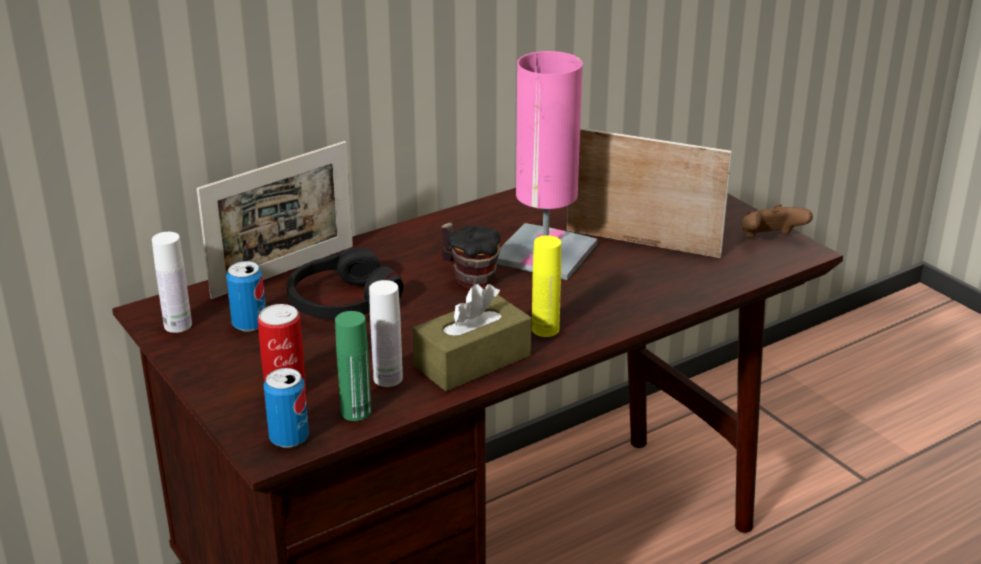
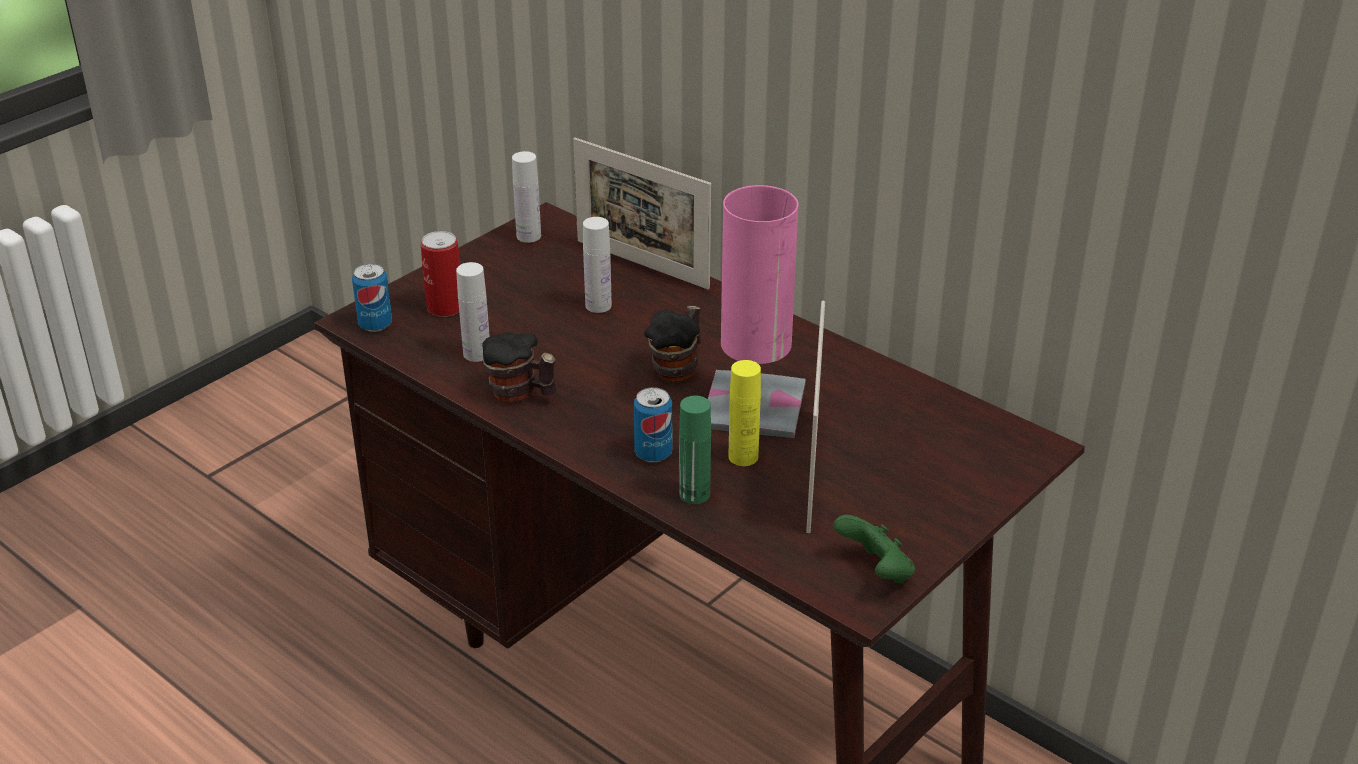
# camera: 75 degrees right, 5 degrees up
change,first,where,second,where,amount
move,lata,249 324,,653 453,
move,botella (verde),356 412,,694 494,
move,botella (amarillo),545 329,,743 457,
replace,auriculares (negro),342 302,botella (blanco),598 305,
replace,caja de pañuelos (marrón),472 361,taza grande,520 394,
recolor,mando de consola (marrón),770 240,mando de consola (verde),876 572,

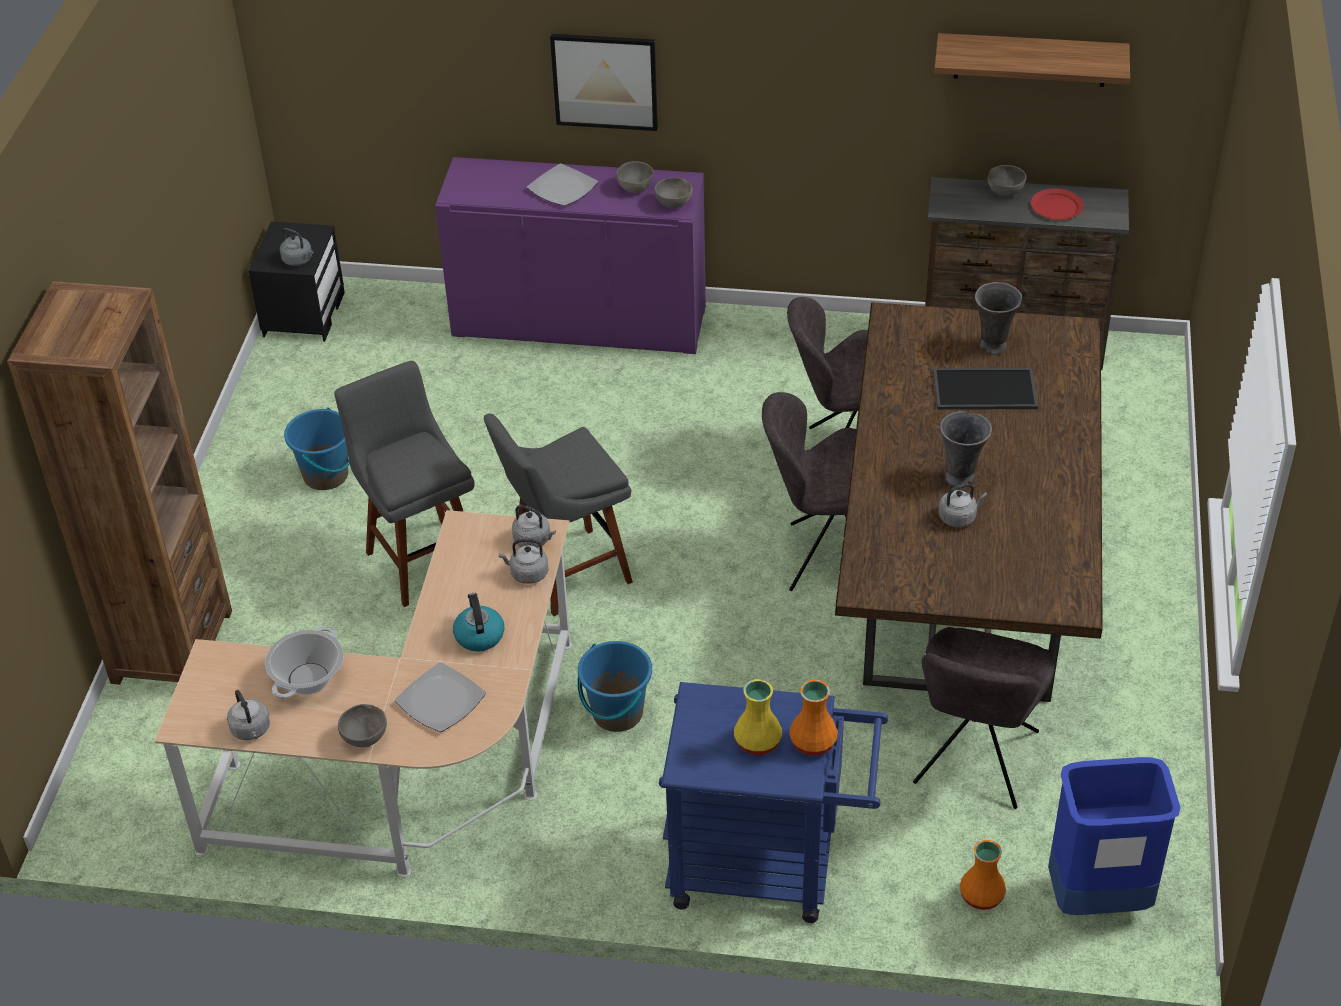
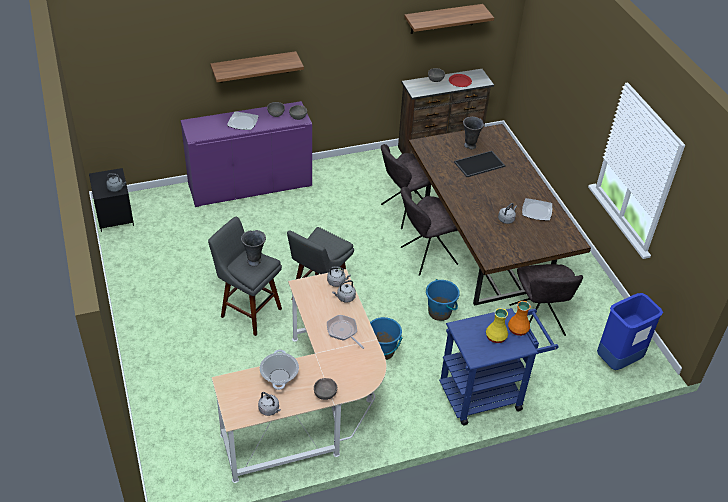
# camera: 30 degrees left, 0 degrees up
change,first,where,second,where,amount
delete,estantería (marrón),171 646,,,
delete,florero (naranja),980 895,,,
move,cubo (azul),326 475,,440 312,
move,plato,440 700,,536 211,
move,florero (gris),961 478,,255 261,
replace,hervidor,479 635,sartén,343 331,
replace,cuadro,605 81,estante,254 67,

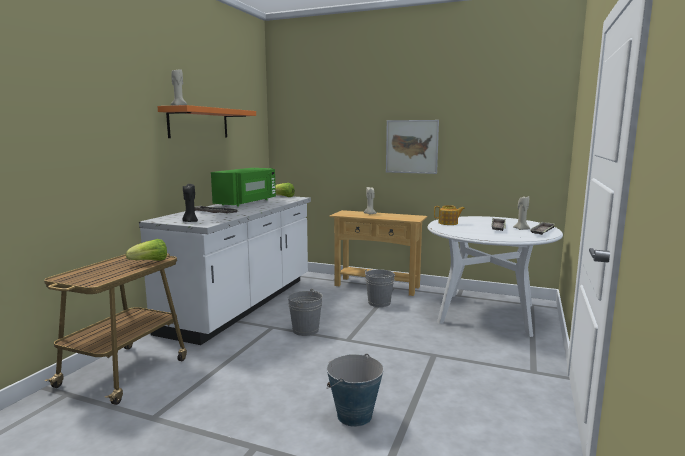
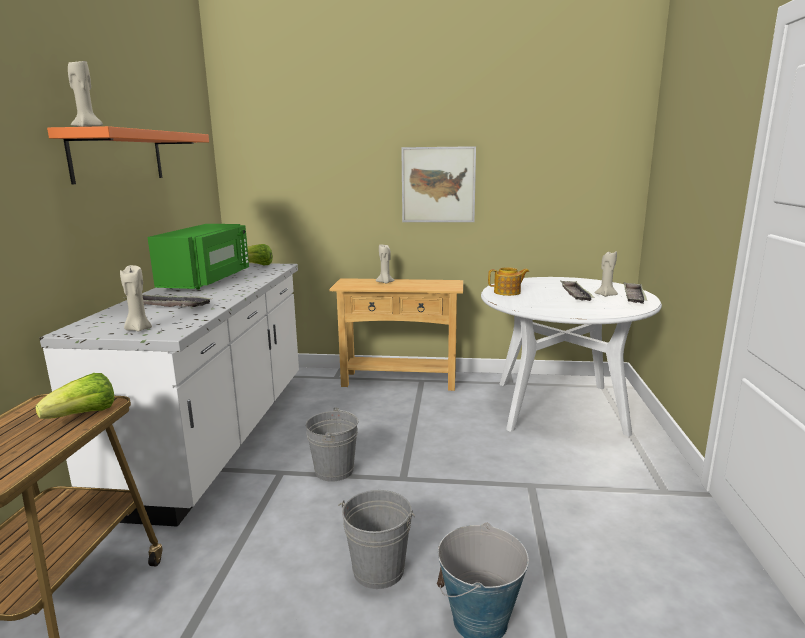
# camera: 15 degrees left, 5 degrees up
change,first,where,second,where,amount
move,cubo (gris),379 303,,378 570,
recolor,vela (negro),190 221,vela (beis),138 329,

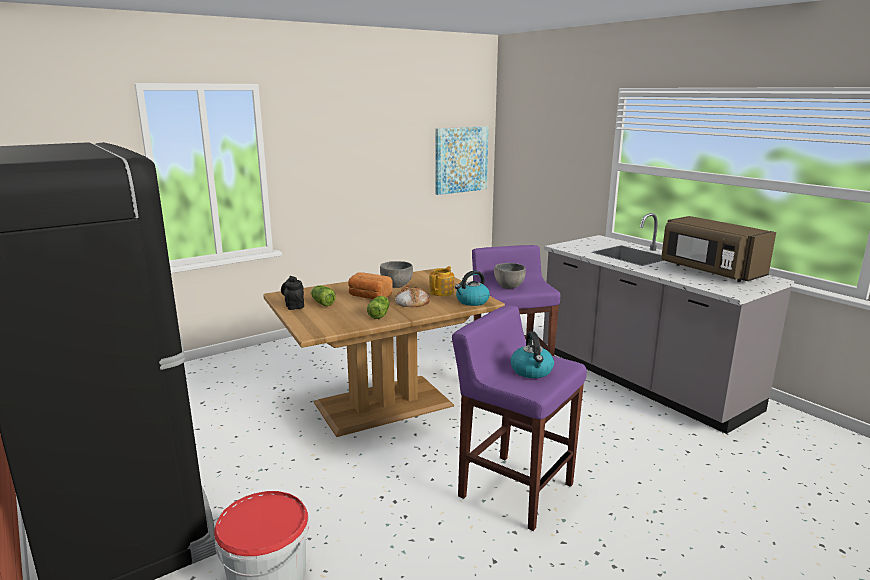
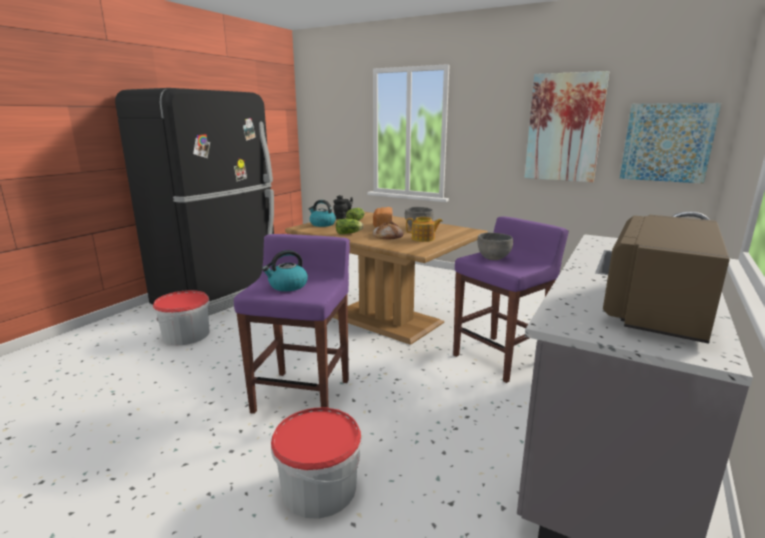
# camera: 65 degrees right, 0 degrees up
change,first,where,second,where,amount
insert,,,cubo,319 488,
insert,,,cuadro,564 128,
move,hervidor,472 301,,322 224,

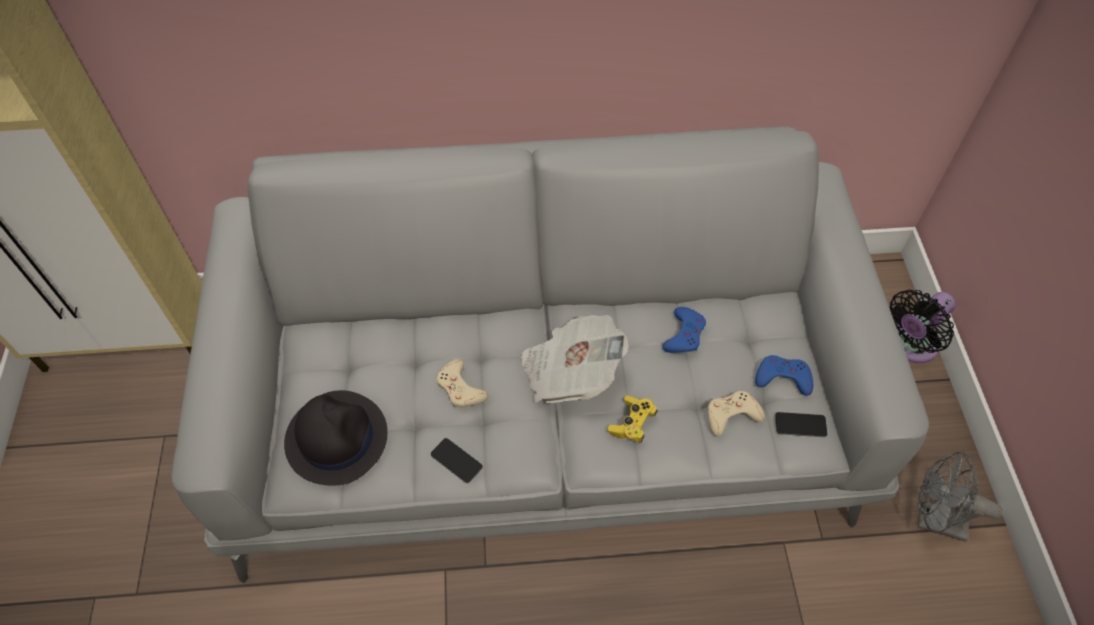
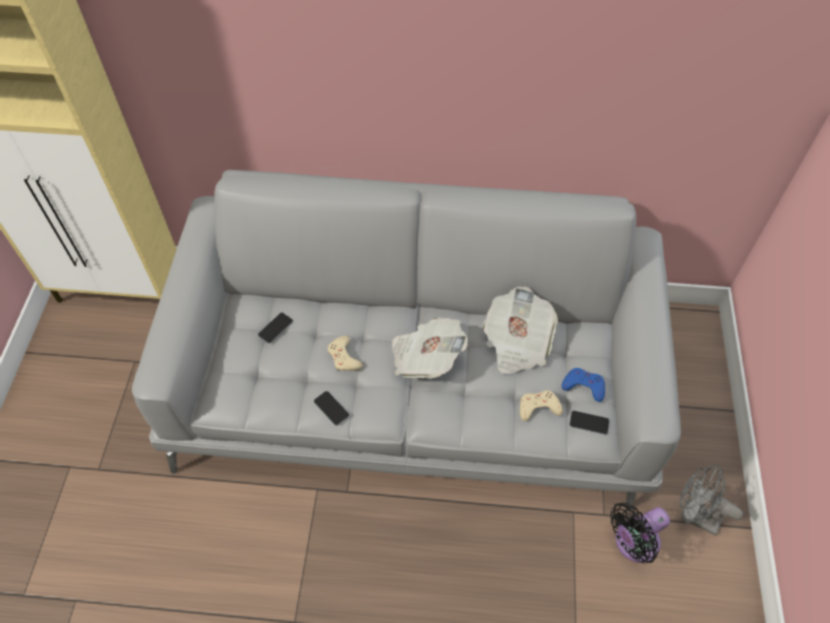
# camera: 10 degrees right, 0 degrees up
change,first,where,second,where,amount
delete,sombrero (negro),336 437,,,
delete,mando de consola (amarillo),632 423,,,
insert,,,móvil,275 328,
move,ventilador (negro),909 345,,632 543,
replace,mando de consola (azul),684 334,periódico,516 343,

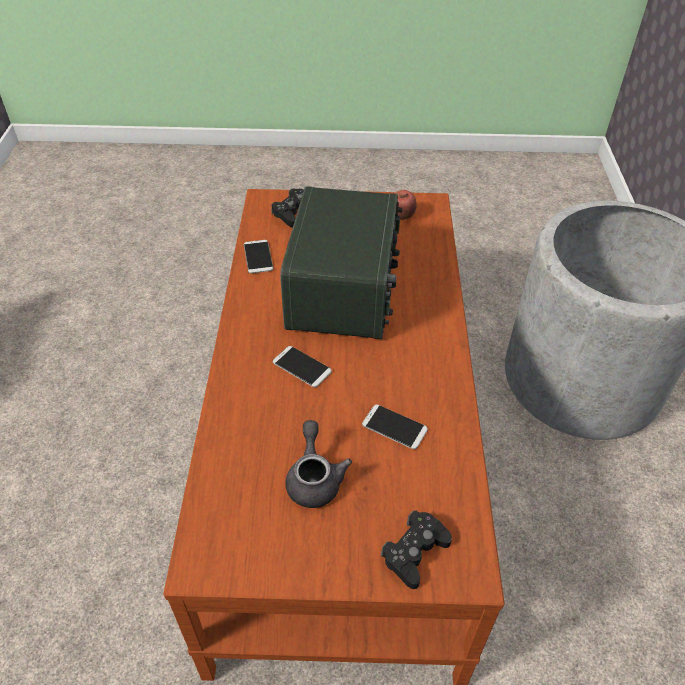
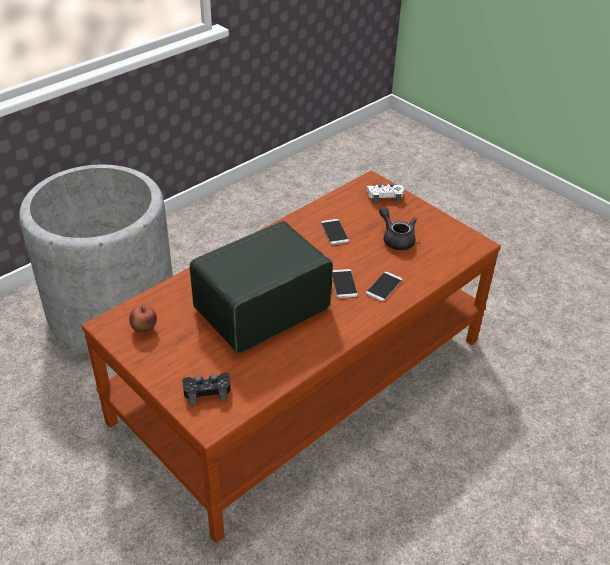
# camera: 135 degrees left, 5 degrees down
change,first,where,second,where,amount
move,móvil,258 257,,384 287,
recolor,mando de consola (negro),414 552,mando de consola (blanco),384 196,
rotate,tetera (gris),314 478,,396 239,105 degrees clockwise

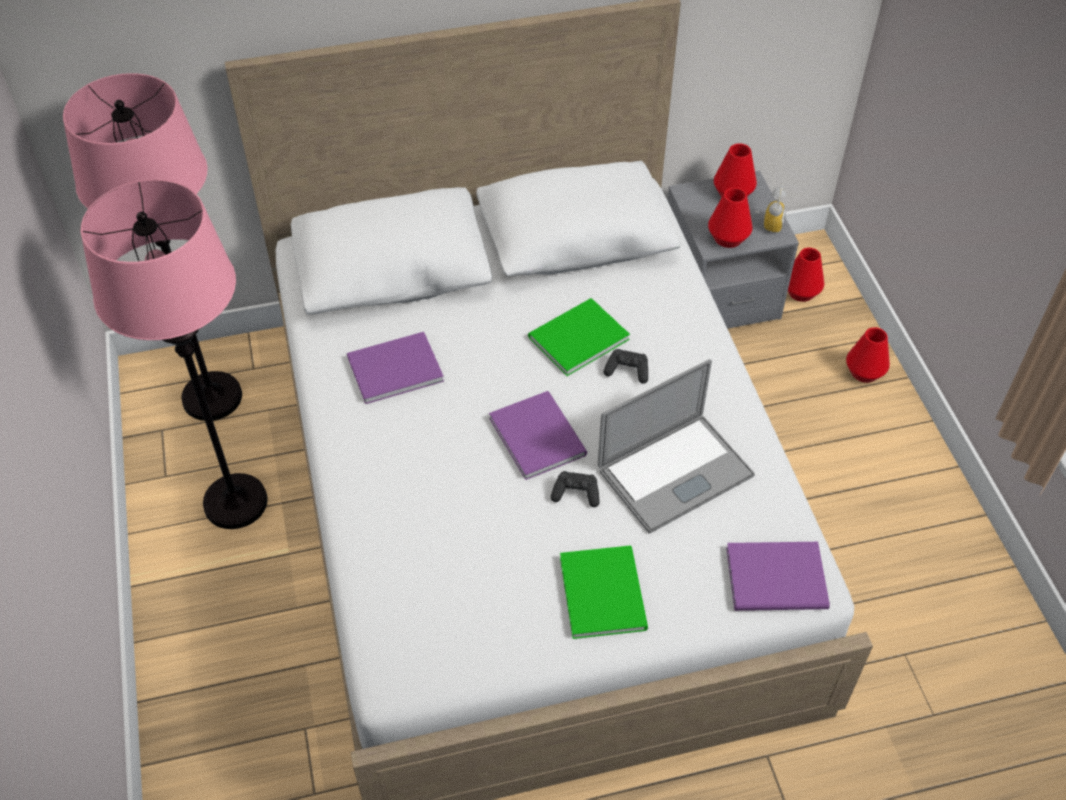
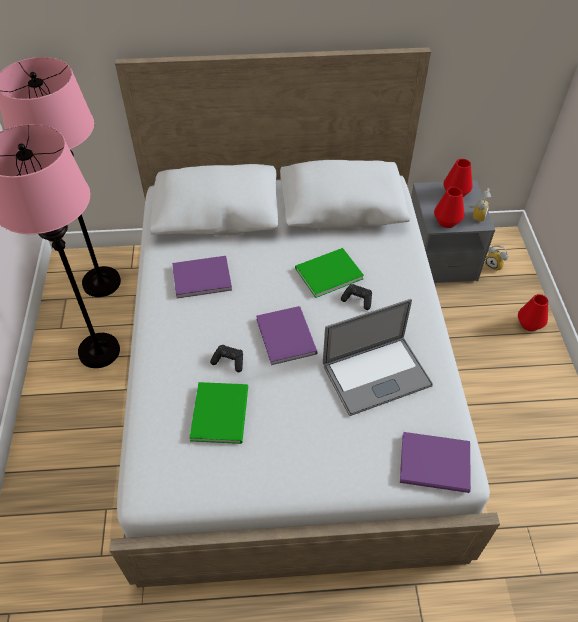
# camera: 10 degrees right, 0 degrees up
change,first,where,second,where,amount
move,mando de consola (negro),576 493,,229 361,
move,libro (verde),604 590,,222 412,
replace,florero (rojo),801 292,despertador,494 265,

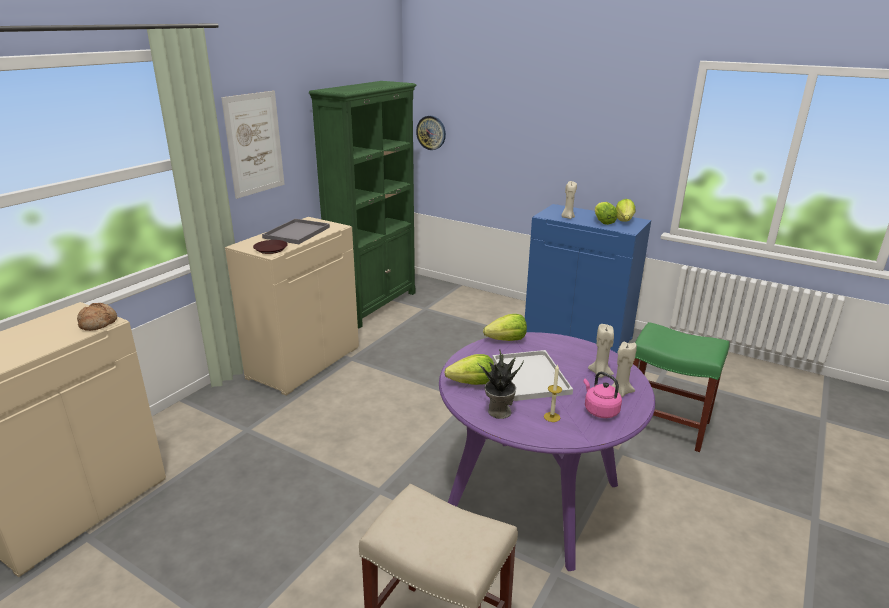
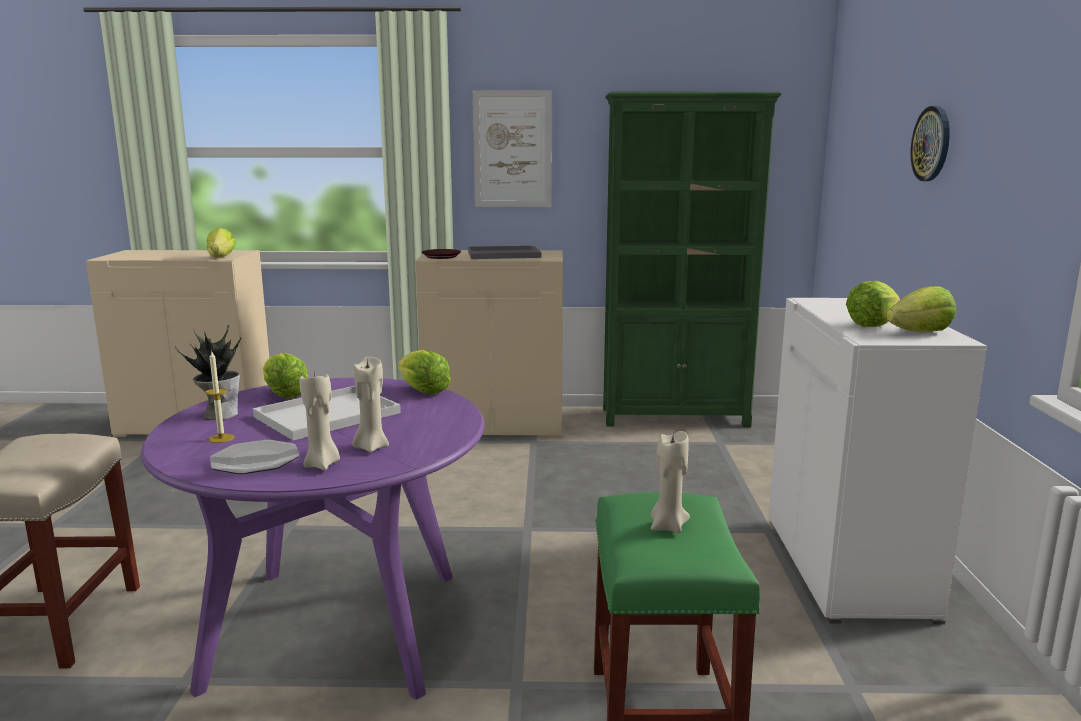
# camera: 60 degrees right, 10 degrees down
change,first,where,second,where,amount
move,reloj de pared,431 132,,932 143,
move,vela (beis),567 217,,667 526,
replace,pan,98 323,lechuga,221 257,
replace,hervidor (rosa),599 410,plato,255 460,
recolor,armario (azul),578 335,armario (blanco),849 567,

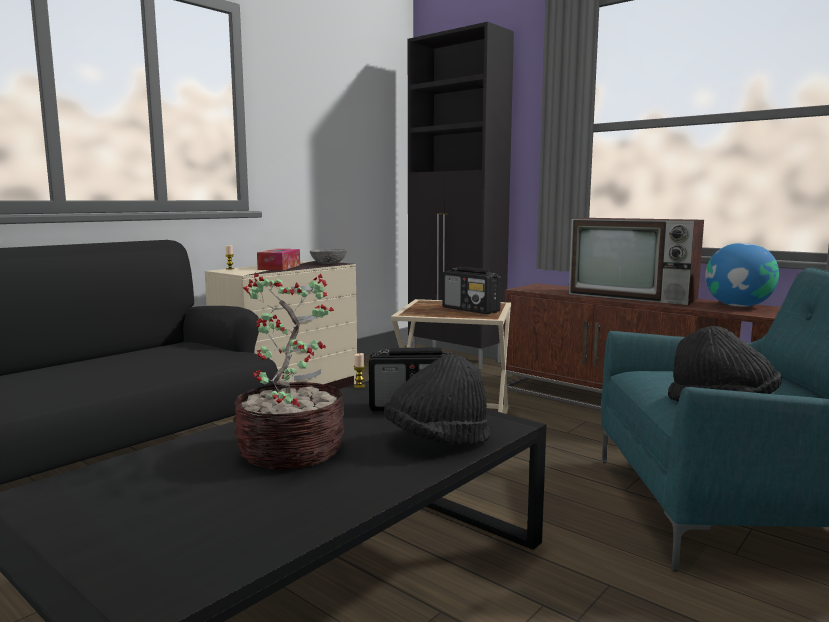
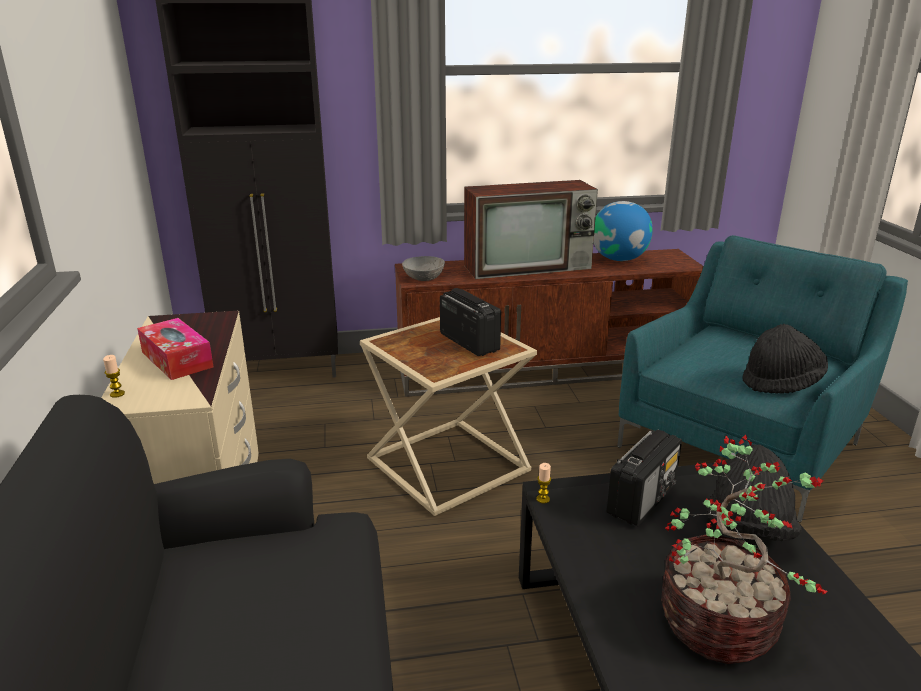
# camera: 50 degrees left, 15 degrees up
change,first,where,second,where,amount
move,cuenco (gris),329 263,,424 277,
rotate,radio,471 310,,469 342,120 degrees counterclockwise

